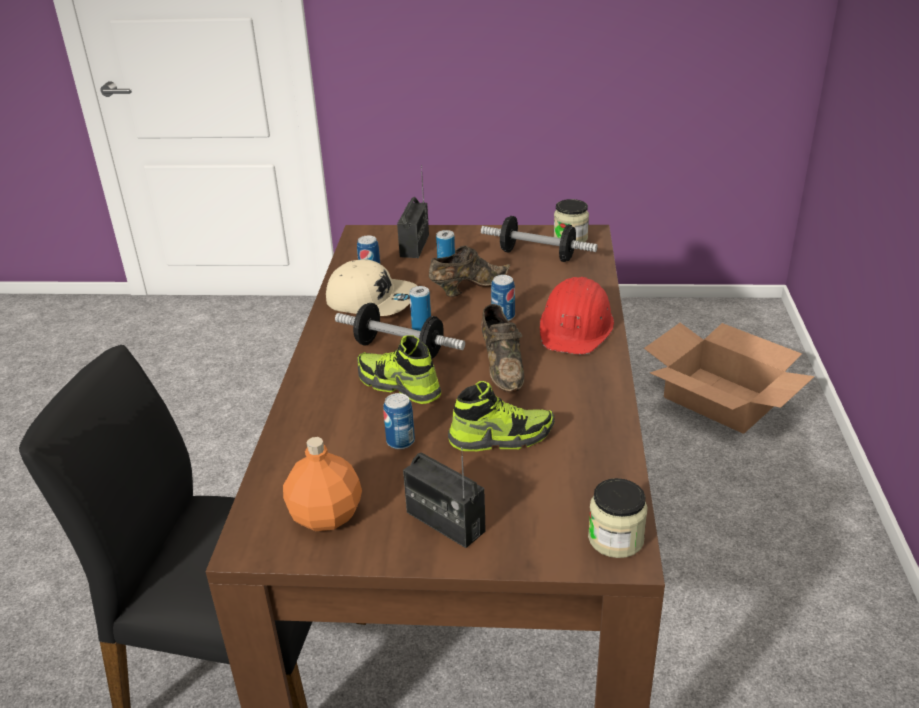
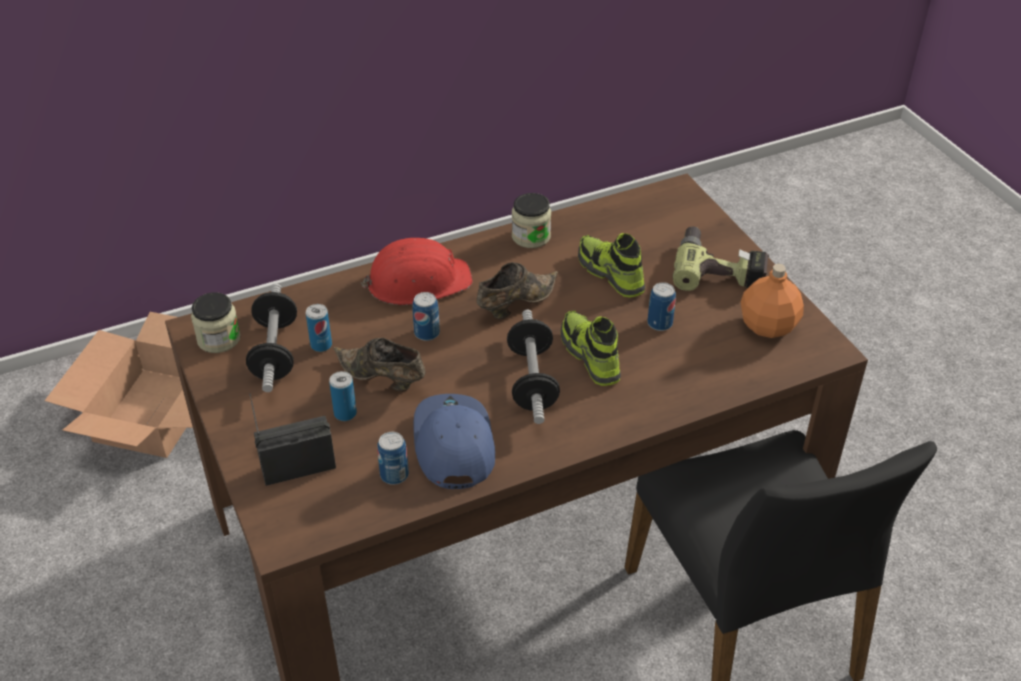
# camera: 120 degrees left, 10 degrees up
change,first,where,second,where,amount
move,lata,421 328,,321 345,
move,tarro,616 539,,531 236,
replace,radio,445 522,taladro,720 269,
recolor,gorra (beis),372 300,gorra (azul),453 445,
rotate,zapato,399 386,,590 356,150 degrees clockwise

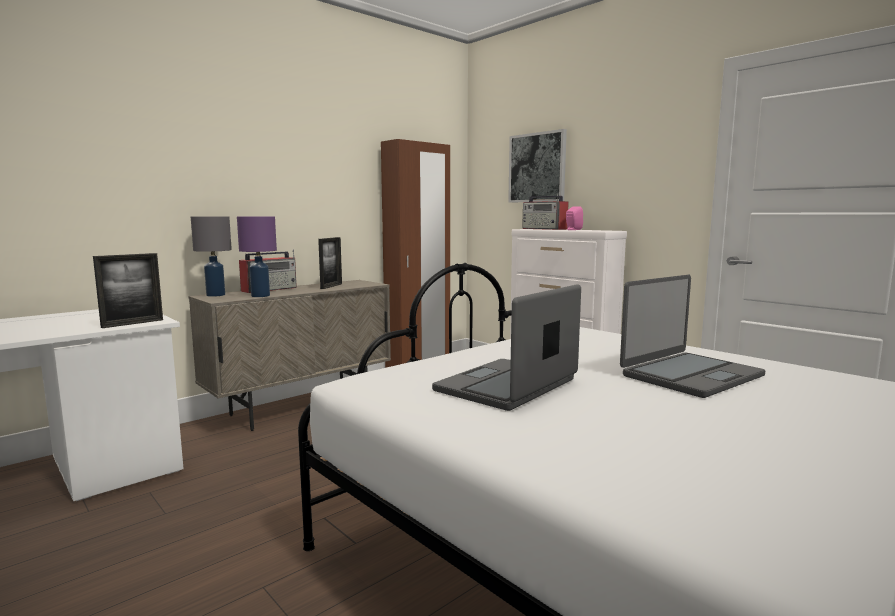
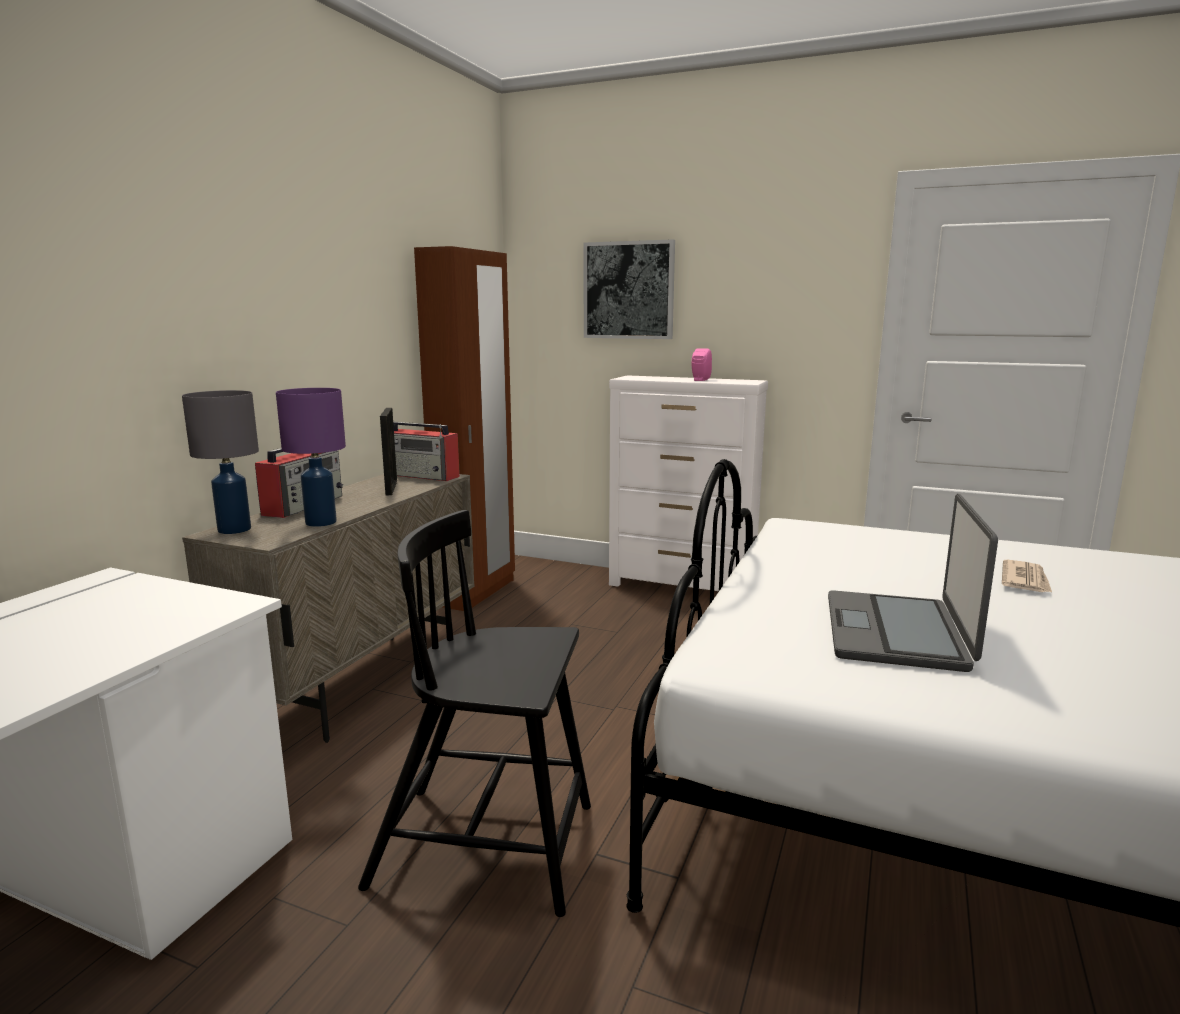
# camera: 25 degrees left, 5 degrees up
change,first,where,second,where,amount
delete,portarretratos,133 323,,,
insert,,,silla (negro),488 846,
move,radio,544 229,,422 476,
replace,portátil,690 375,periódico,1025 580,

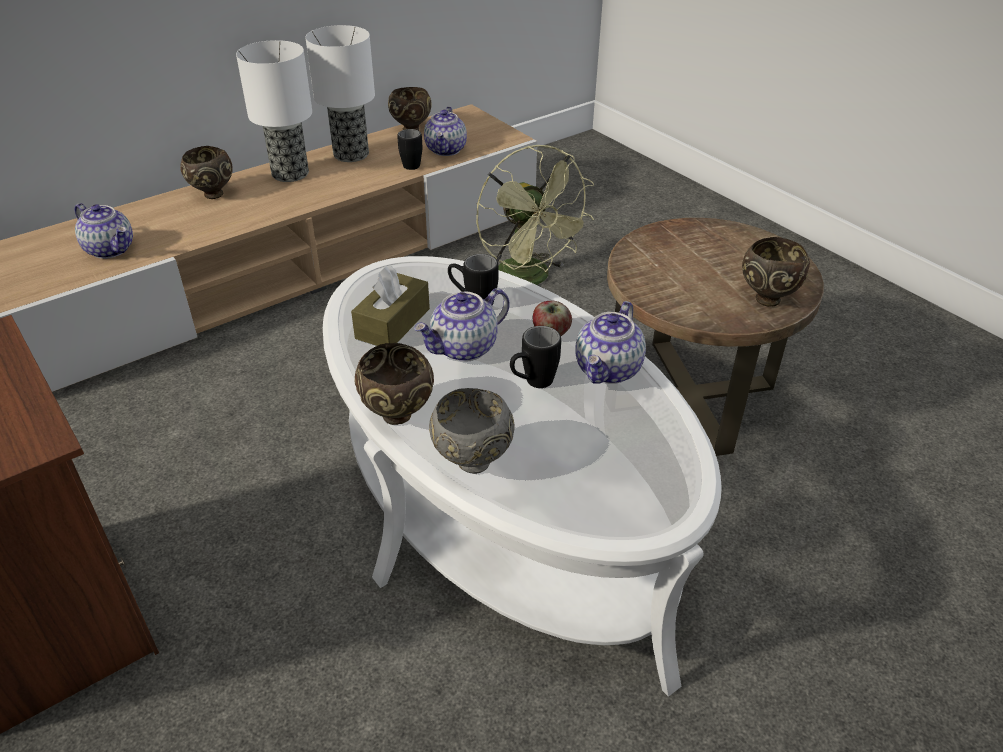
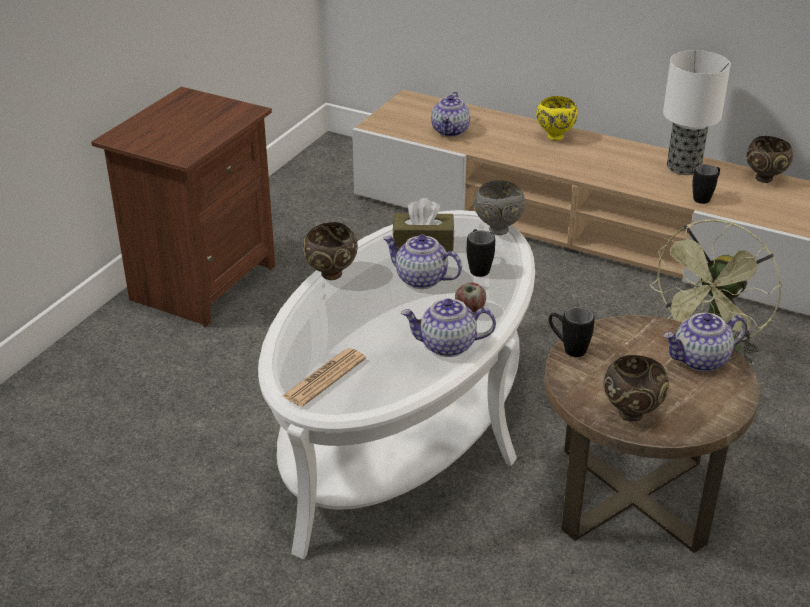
# camera: 65 degrees right, 5 degrees down
change,first,where,second,where,amount
delete,lámpara de mesa,289 174,,,
insert,,,periódico,324 378,
move,tetera,446 150,,700 360,
move,cuenco (gris),471 463,,497 229,
move,taza grande (negro),532 383,,568 348,
recolor,cuenco (marrón),212 194,cuenco (amarillo),554 136,

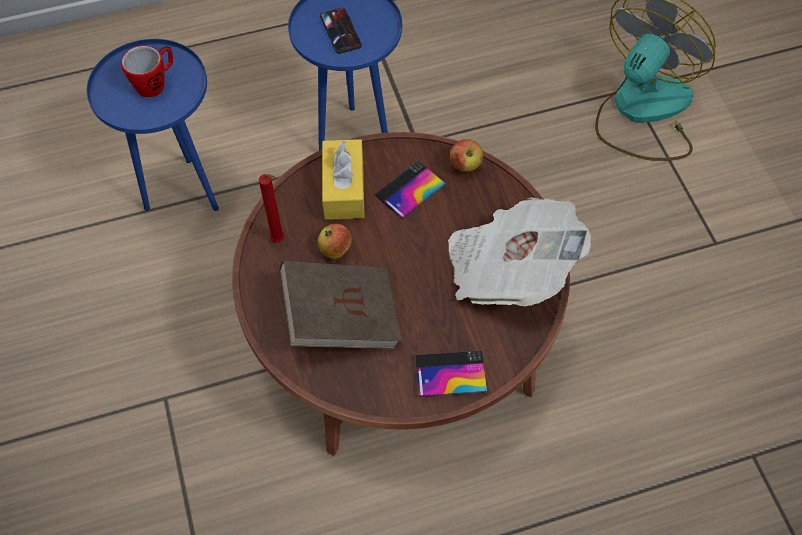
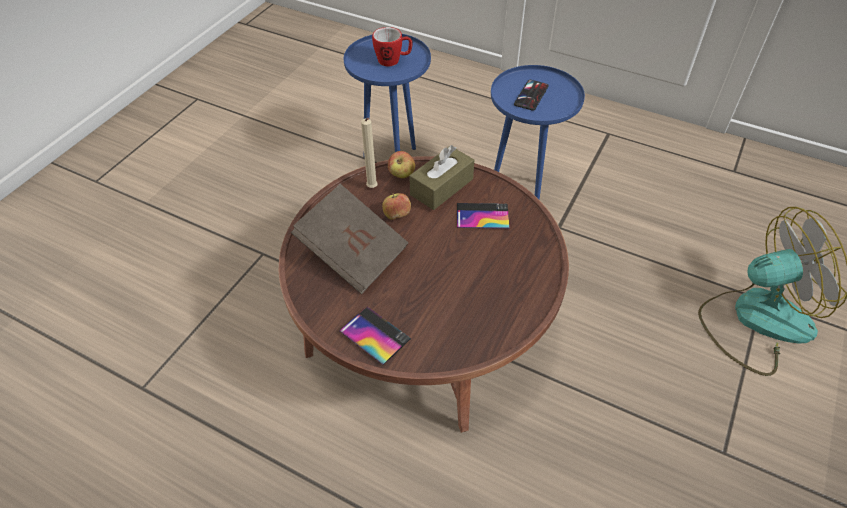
# camera: 45 degrees right, 10 degrees down
change,first,where,second,where,amount
delete,periódico,509 269,,,
move,manzana,465 165,,401 174,
recolor,vela (rojo),280 241,vela (beis),372 188,
recolor,caja de pañuelos (amarillo),344 188,caja de pañuelos (marrón),441 187,

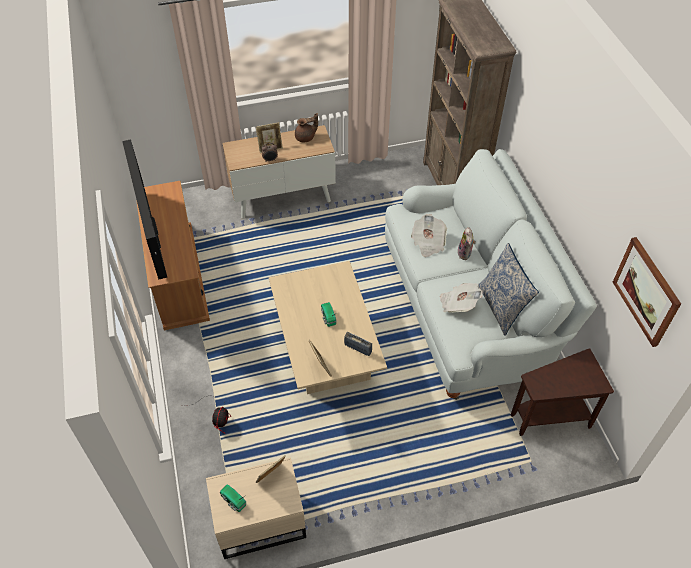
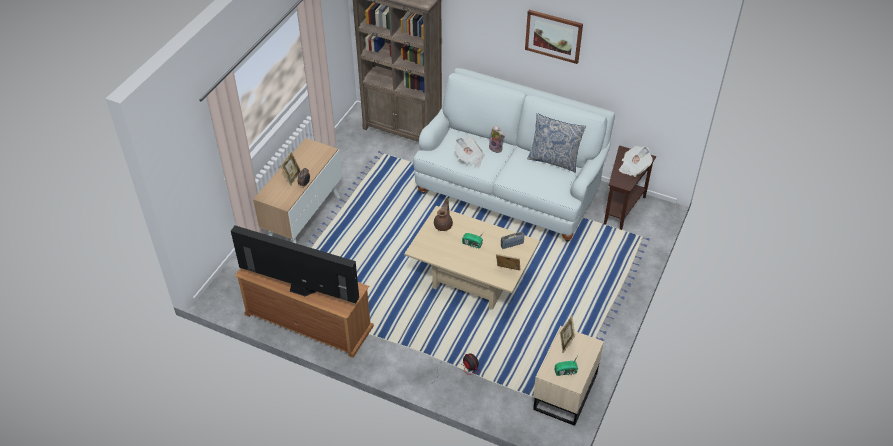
# camera: 50 degrees left, 5 degrees down
change,first,where,second,where,amount
move,tetera (marrón),306 137,,443 225,
move,periódico,458 304,,633 167,
move,cuadro,646 291,,553 36,

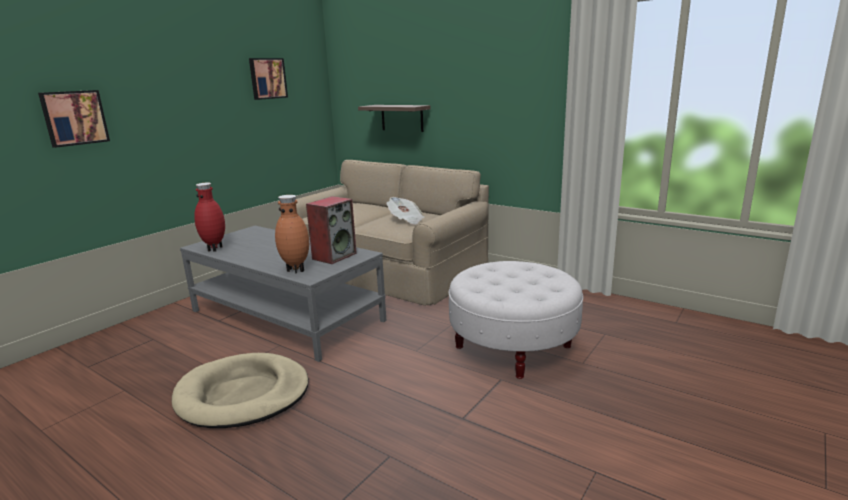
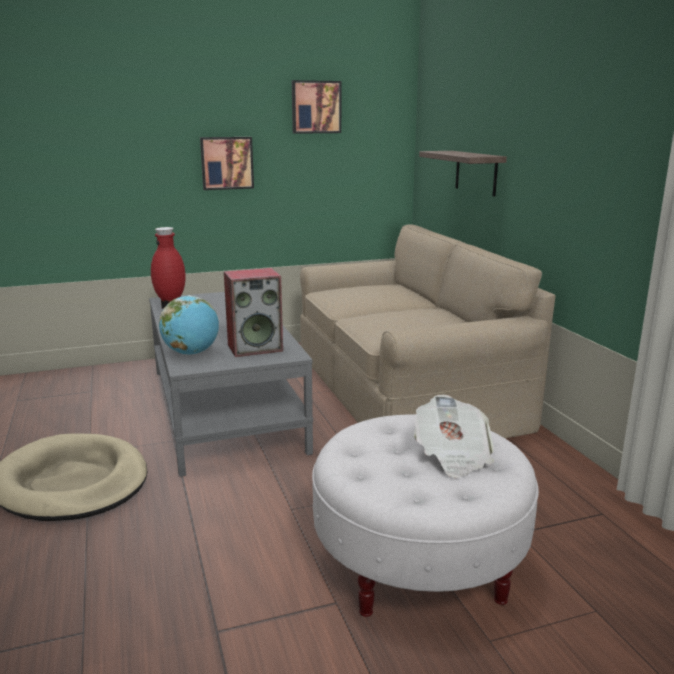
# camera: 35 degrees right, 0 degrees up
change,first,where,second,where,amount
move,cuadro,74 118,,226 163,
move,periódico,406 220,,452 456,
replace,florero (marrón),296 270,globo terráqueo,191 353,

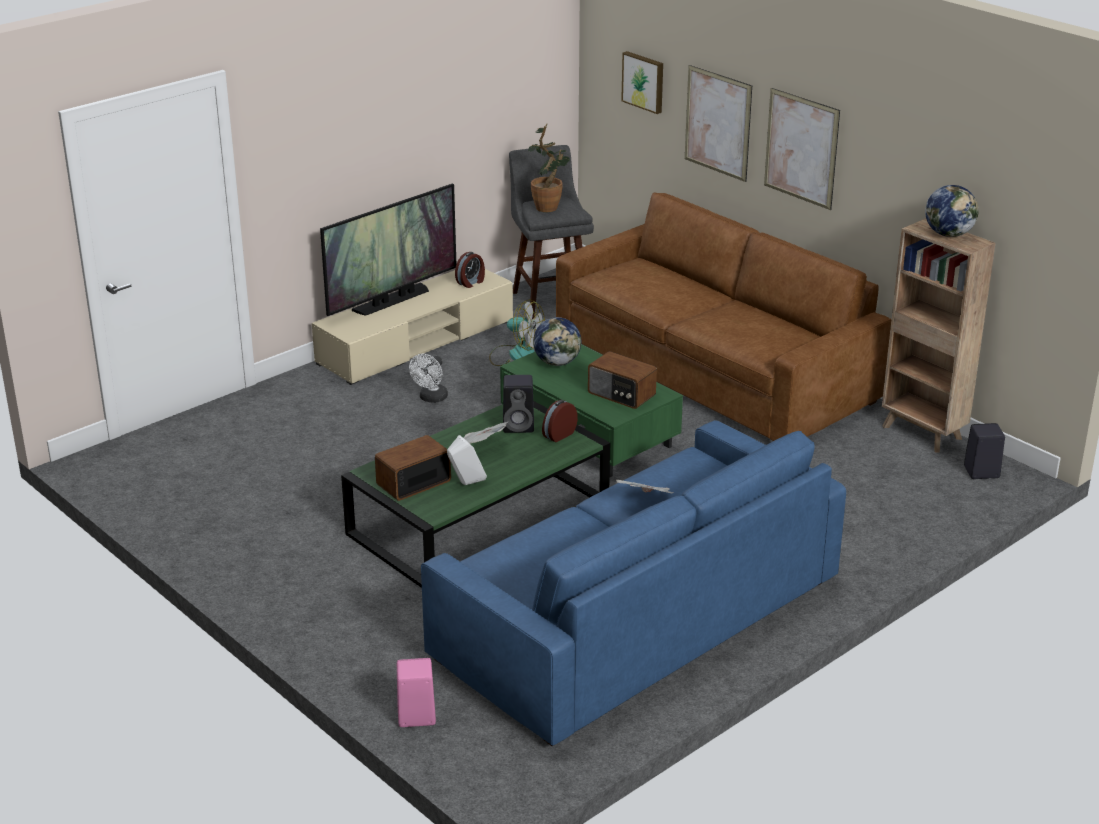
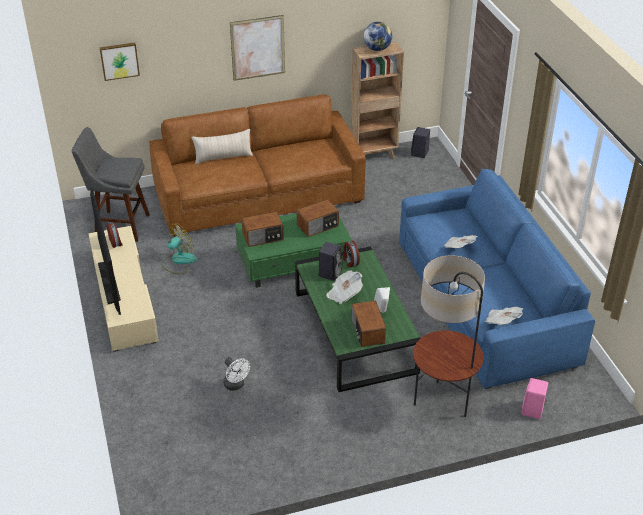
# camera: 65 degrees left, 10 degrees up
change,first,where,second,where,amount
delete,planta en maceta,550 206,,,
delete,cuadro,718 123,,,
insert,,,cojín (beis),223 157,
insert,,,lámpara de pie,442 403,
insert,,,periódico,502 322,
move,ventilador (blanco),431 398,,236 385,
replace,globo terráqueo,557 362,radio,263 237,

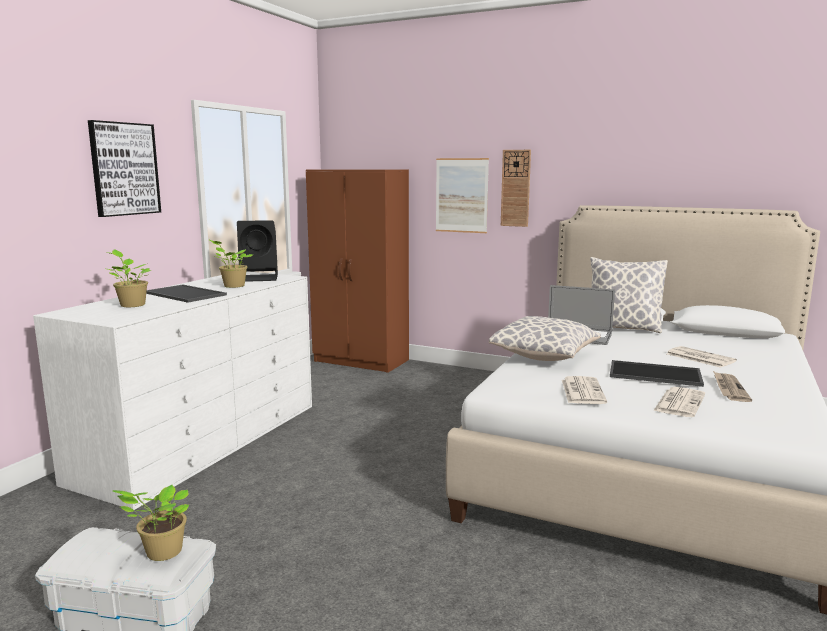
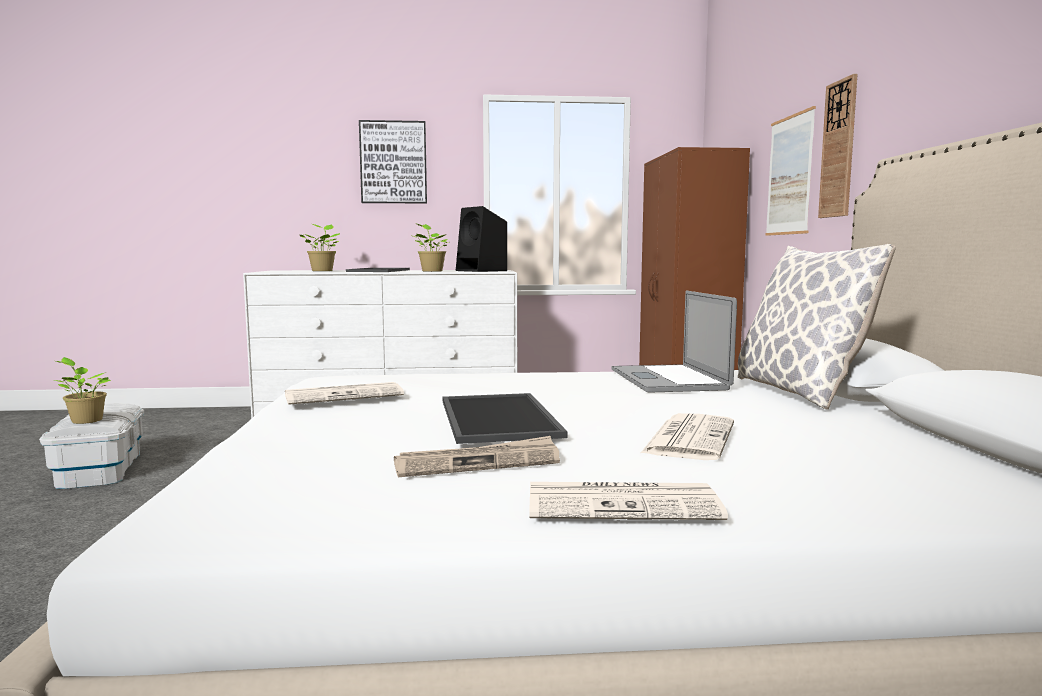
# camera: 60 degrees right, 5 degrees down
change,first,where,second,where,amount
delete,cojín,545 356,,,
move,periódico,679 402,,624 503,

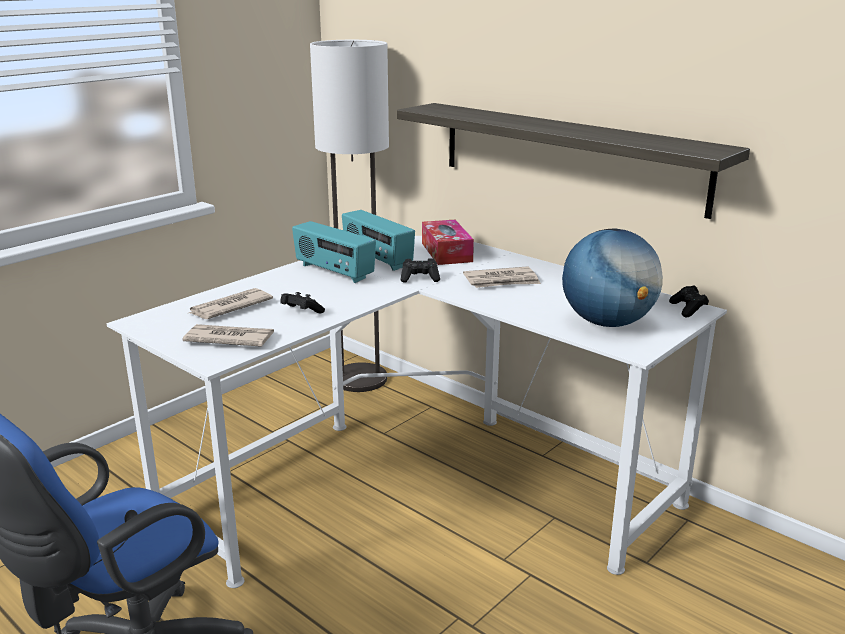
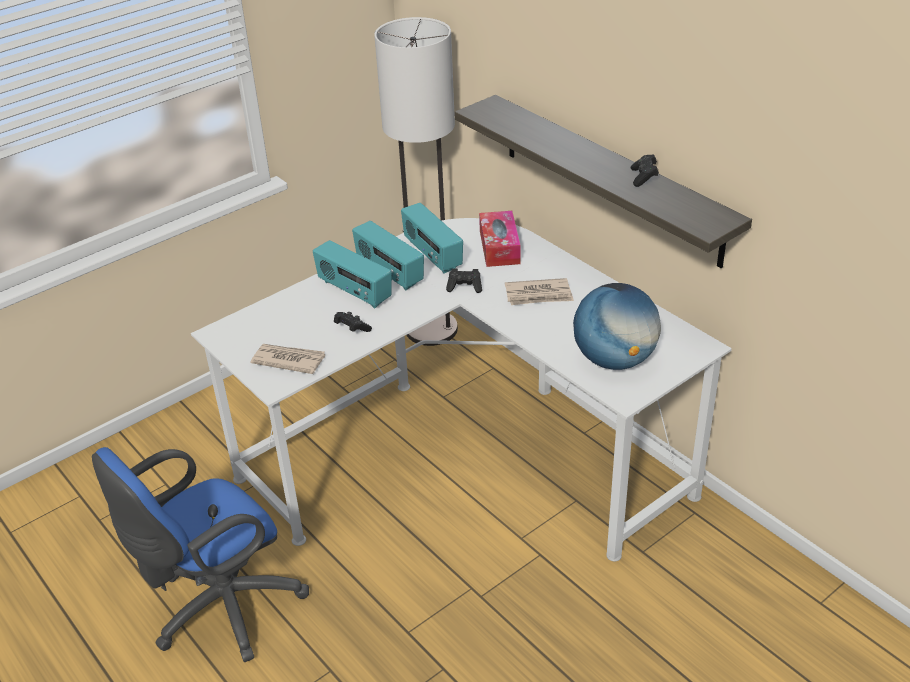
# camera: 10 degrees right, 15 degrees up
change,first,where,second,where,amount
delete,periódico,229 307,,,
insert,,,radio,354 292,
move,mando de consola (negro),688 309,,644 177,

